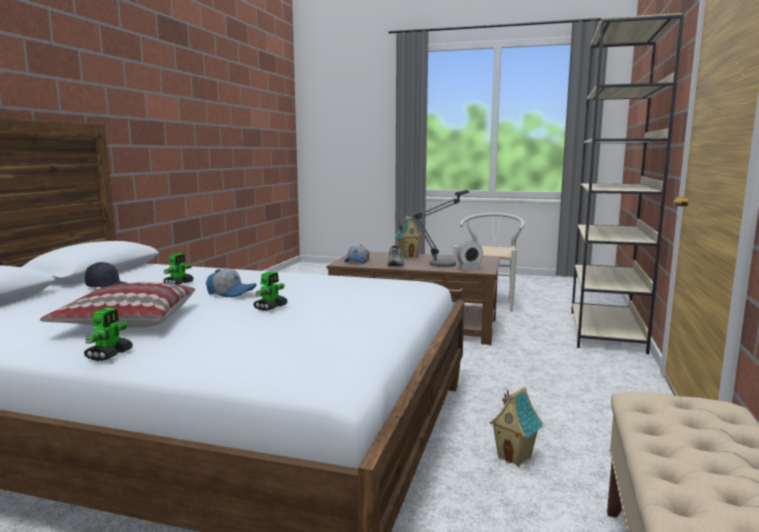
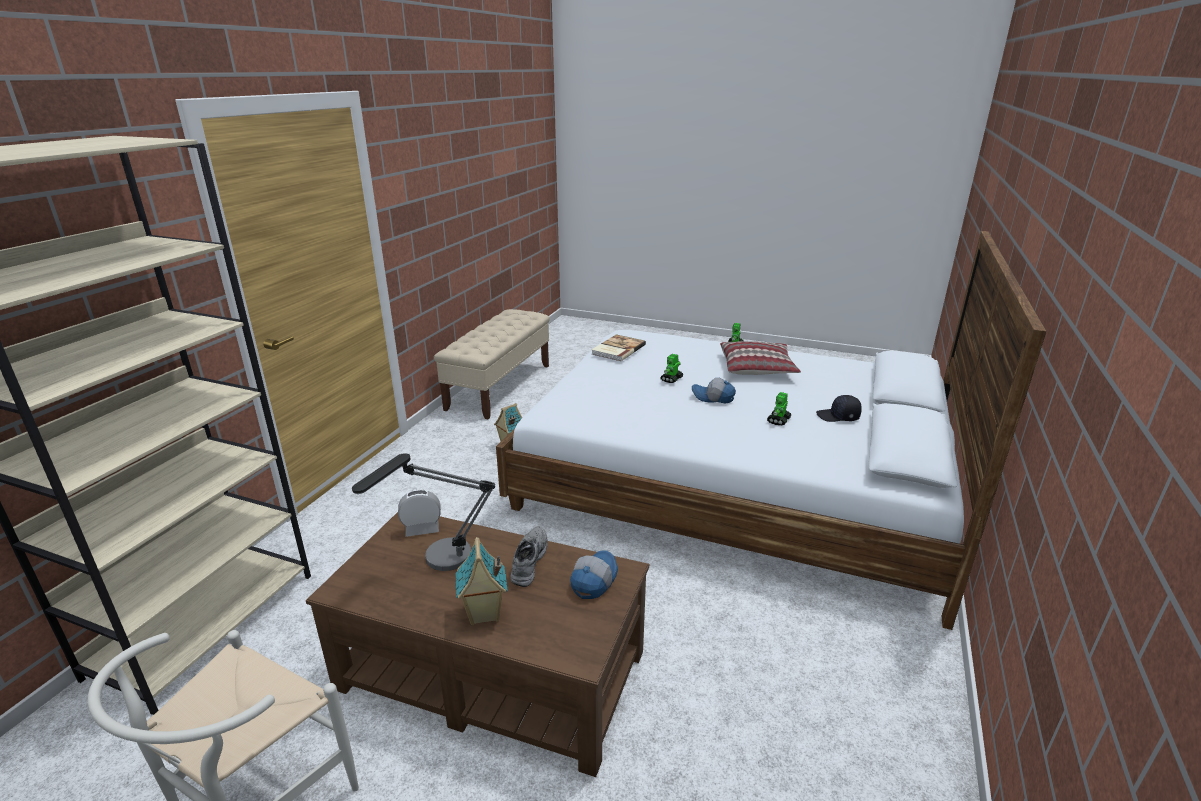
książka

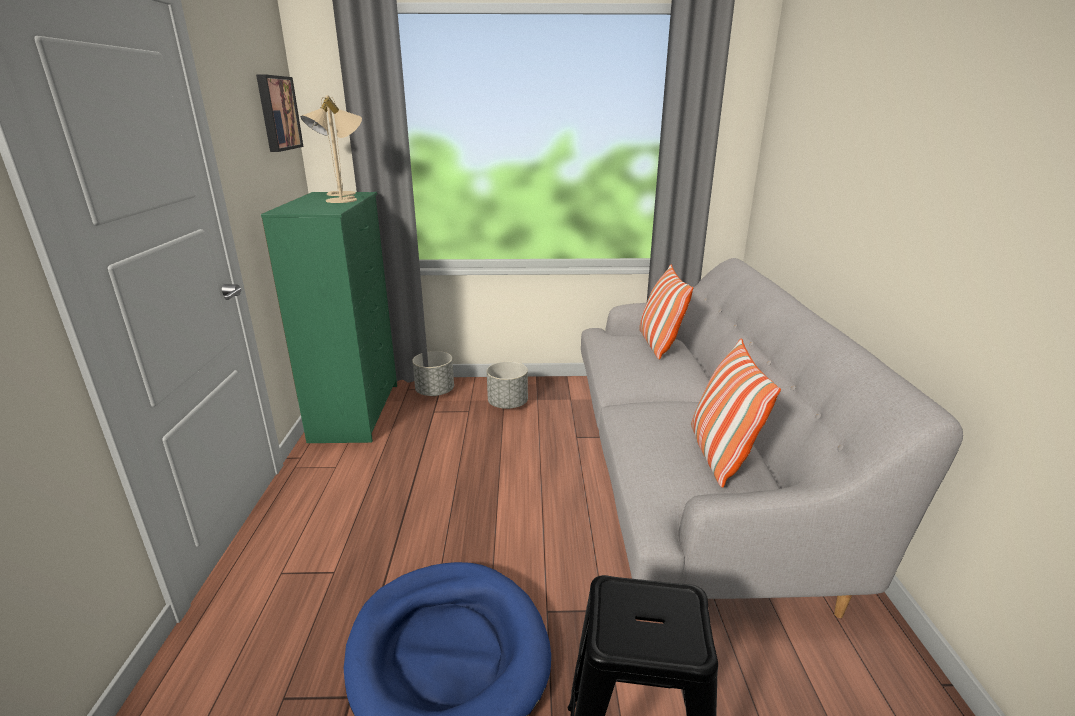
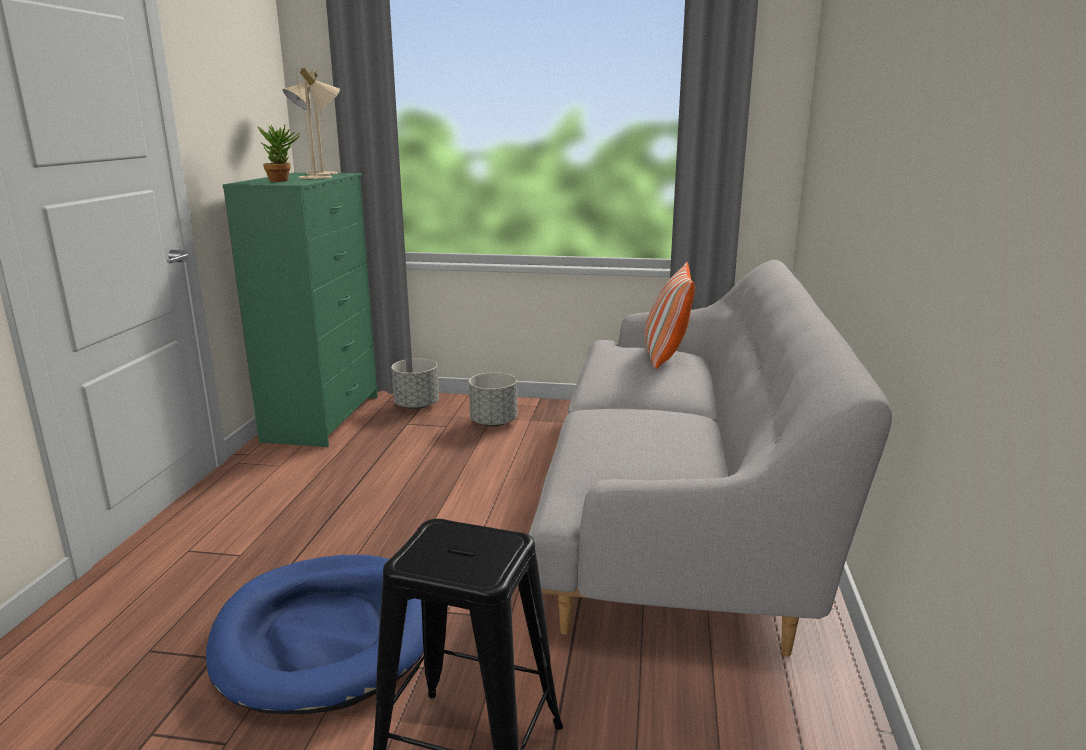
roślina doniczkowa
obraz
poduszka (no. 2 from left in the first image)

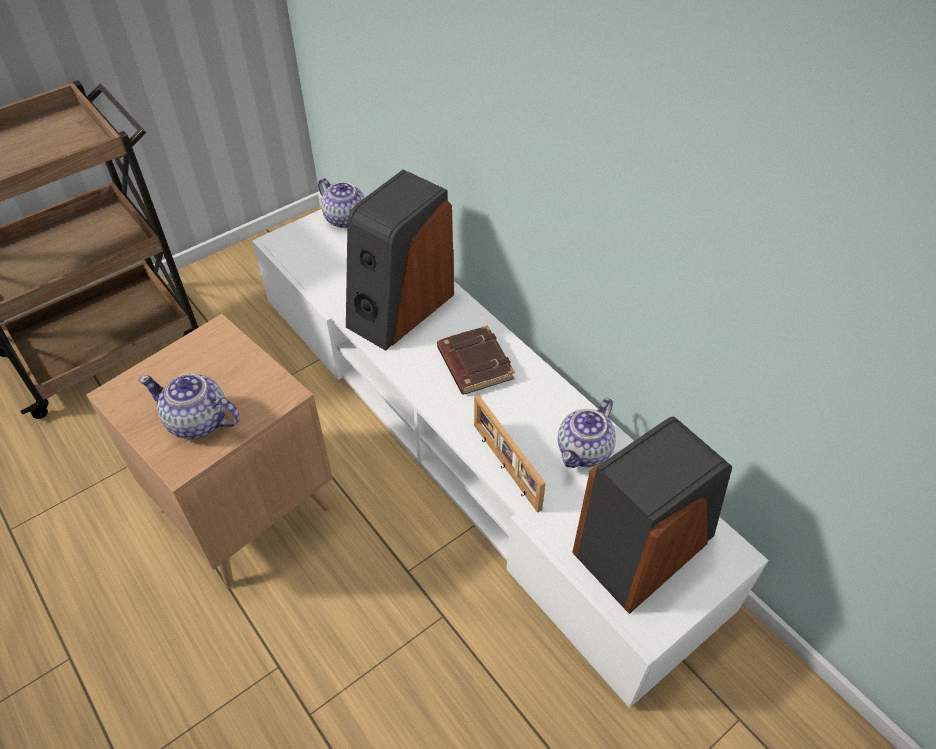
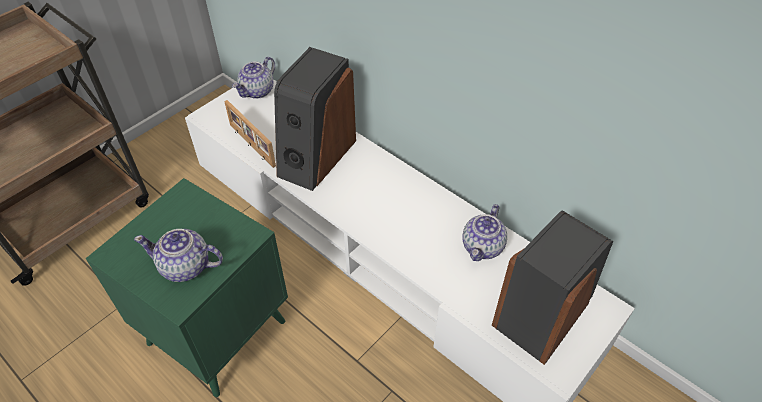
stolik/zielony
ramka na zdjęcie
imbryk (no. 2 from left)
książka/brązowy

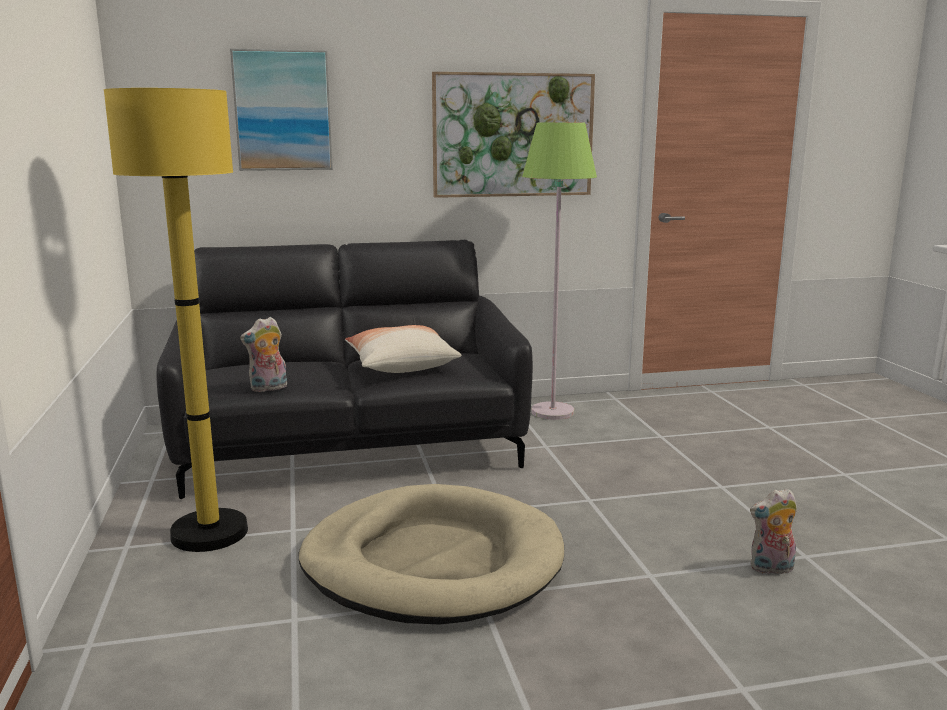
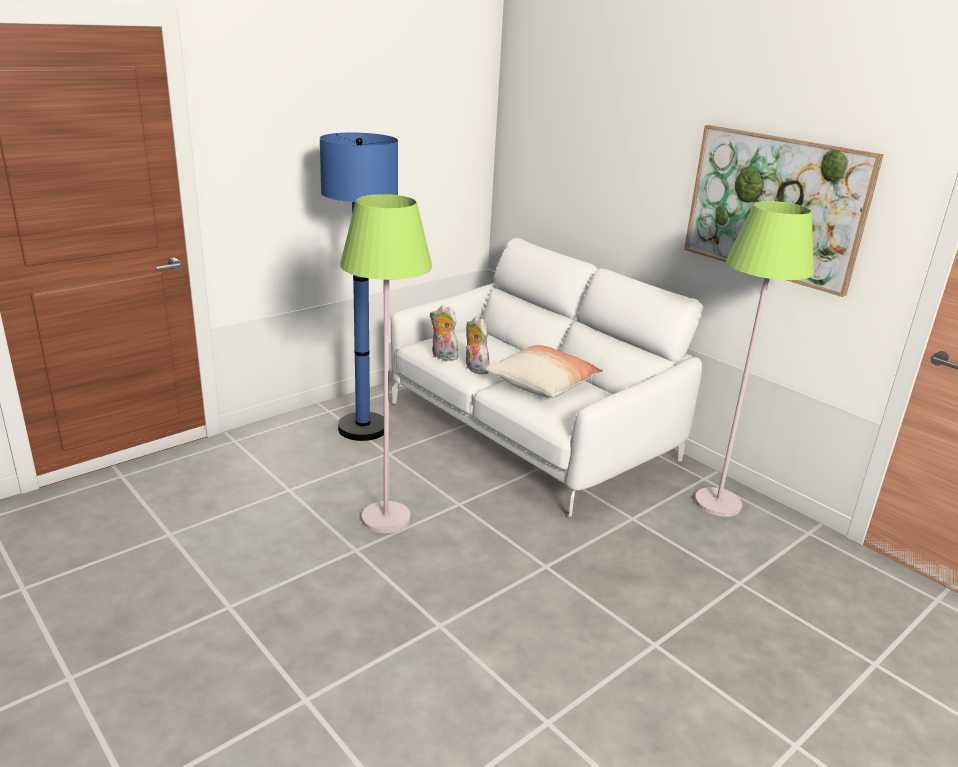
lampa stojąca/niebieski
lampa stojąca/zielony (no. 1 from left)
kanapa/biały
pluszak (no. 2 from left)
obraz (no. 1 from left in the first image)

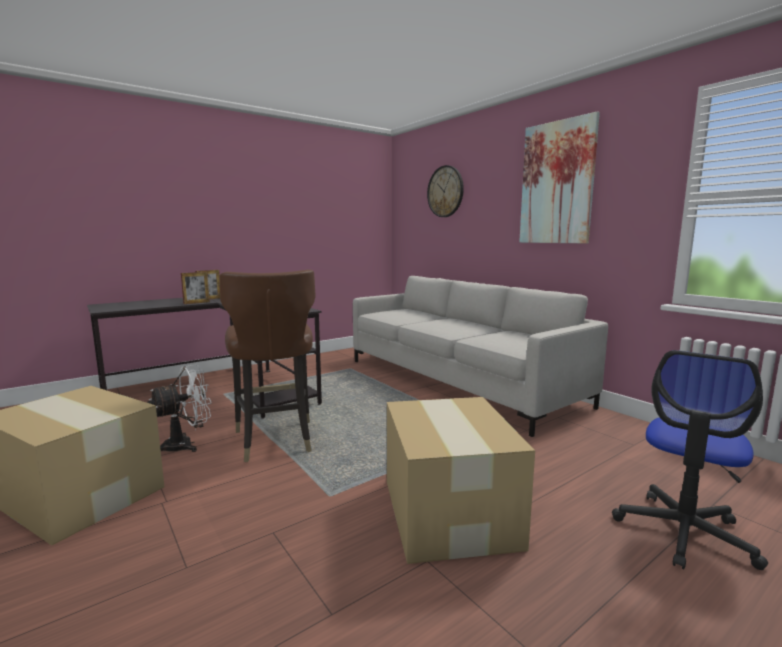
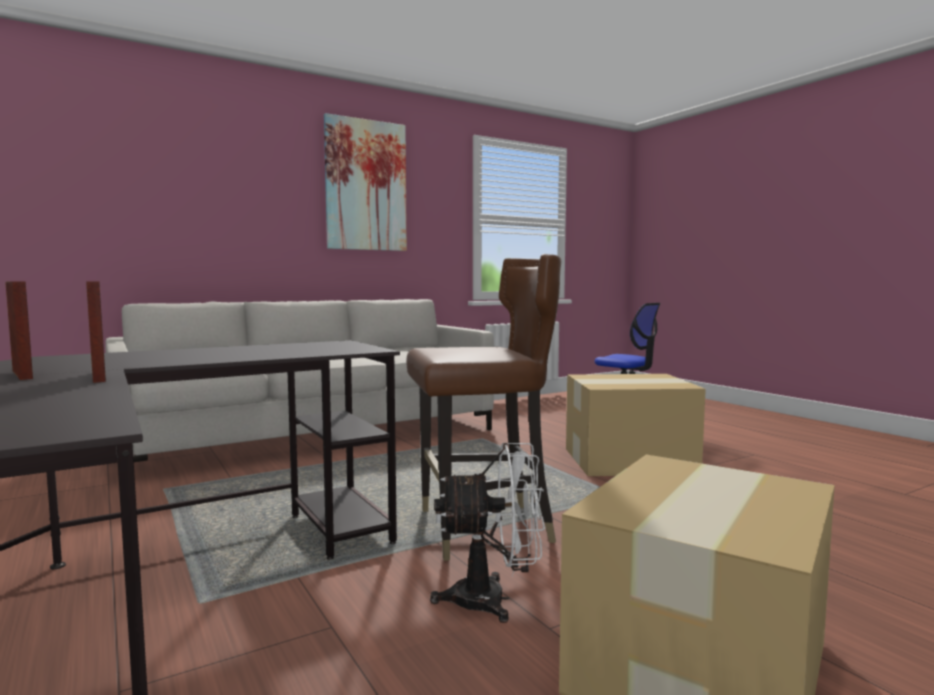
wentylator/biały
zegar ścienny

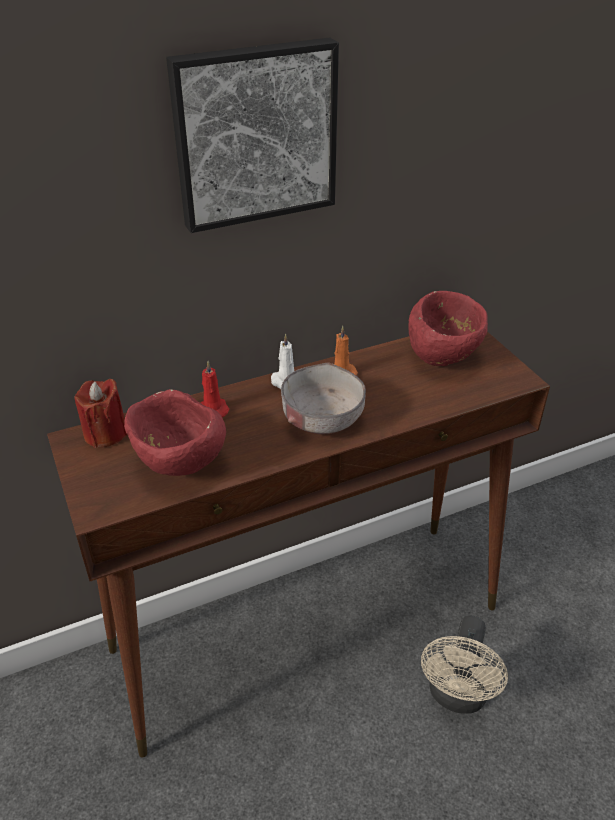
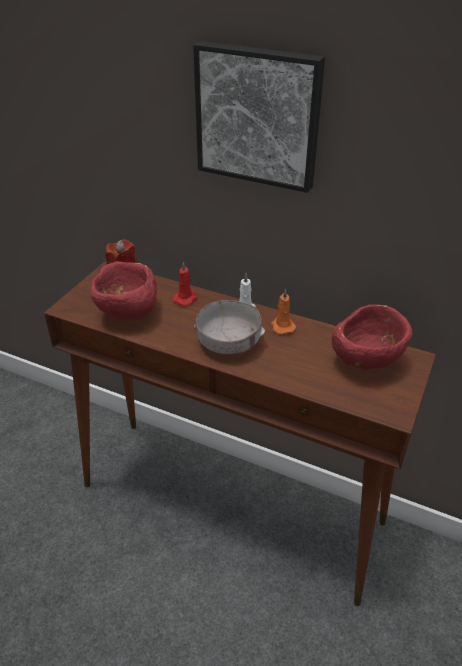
wentylator/beżowy

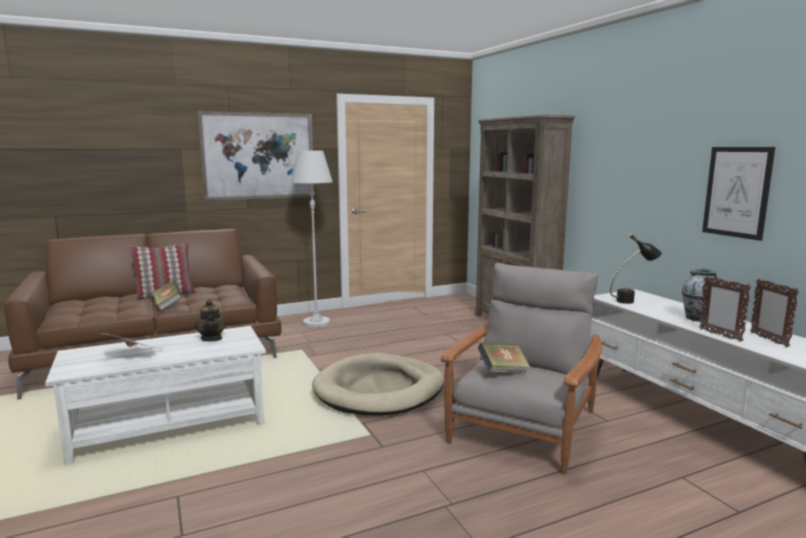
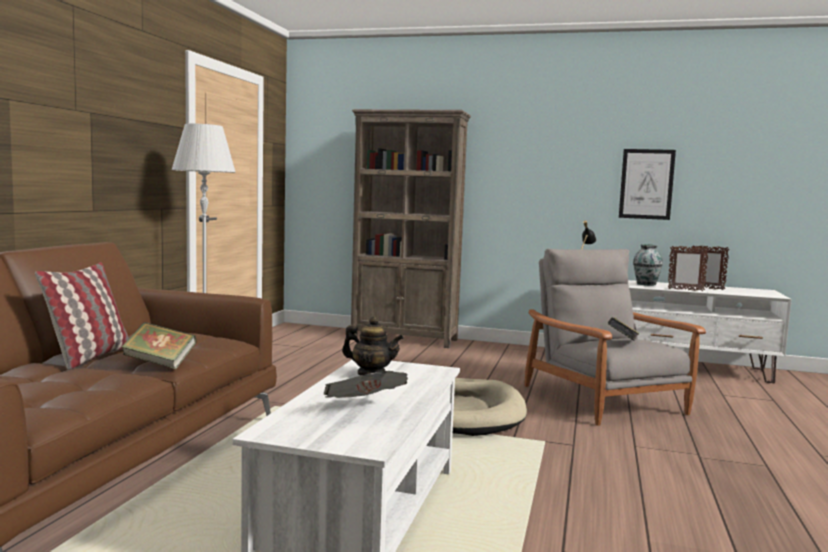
obraz (no. 1 from left in the first image)

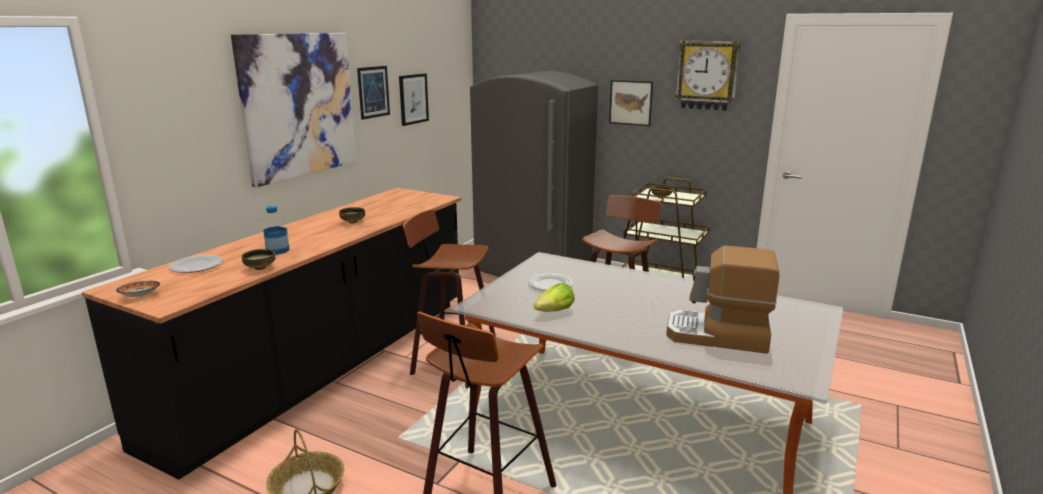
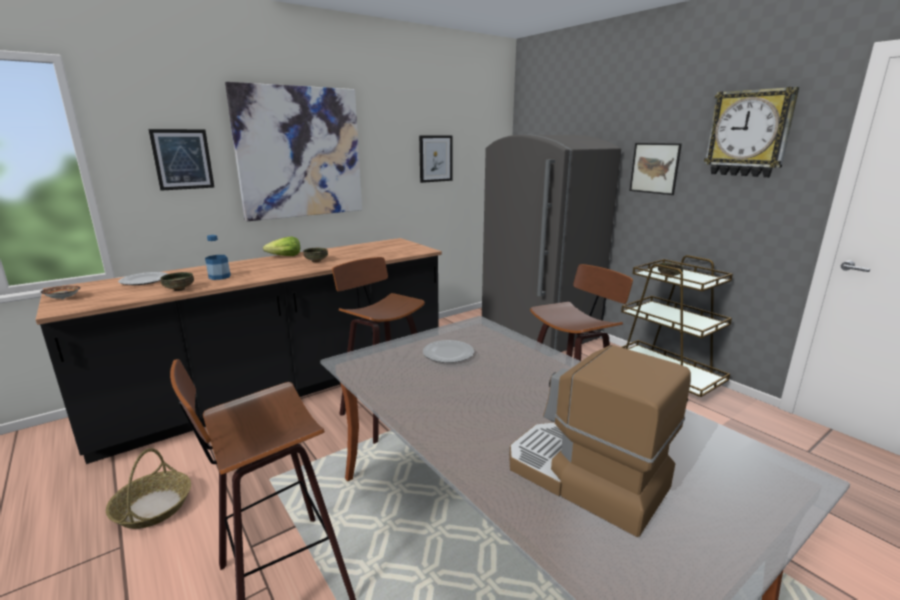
obraz (no. 1 from left)
sałata

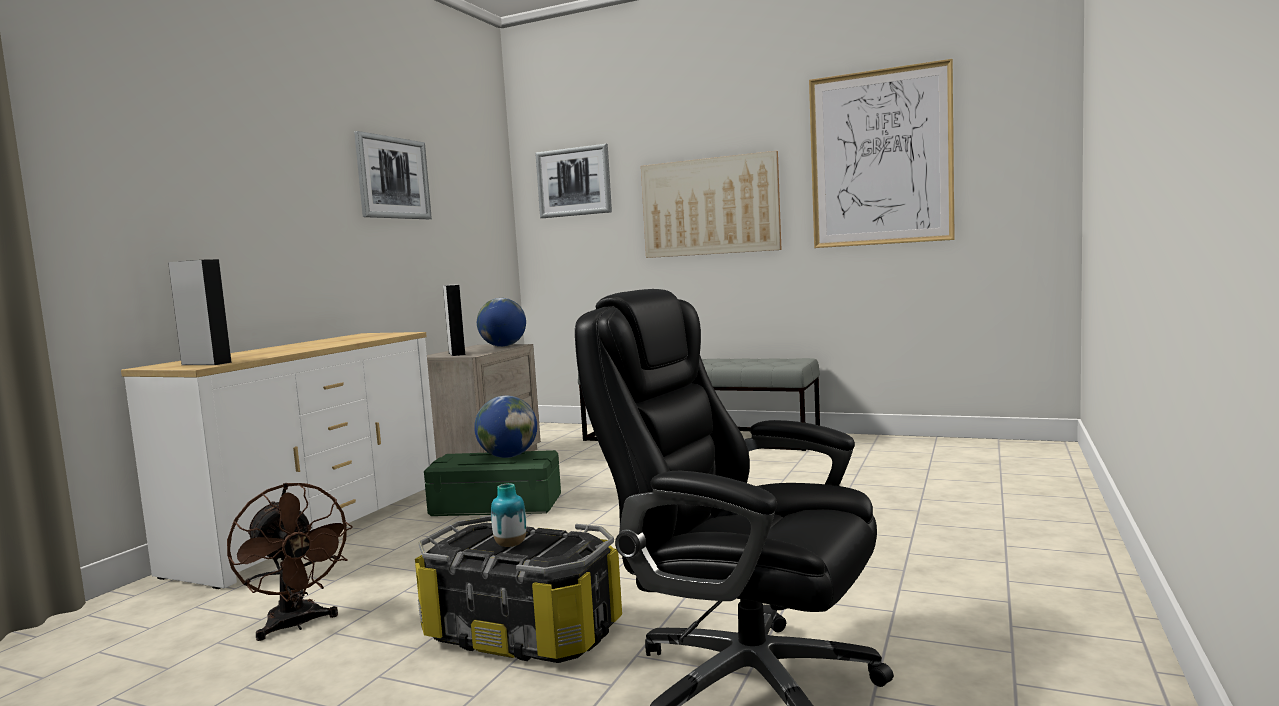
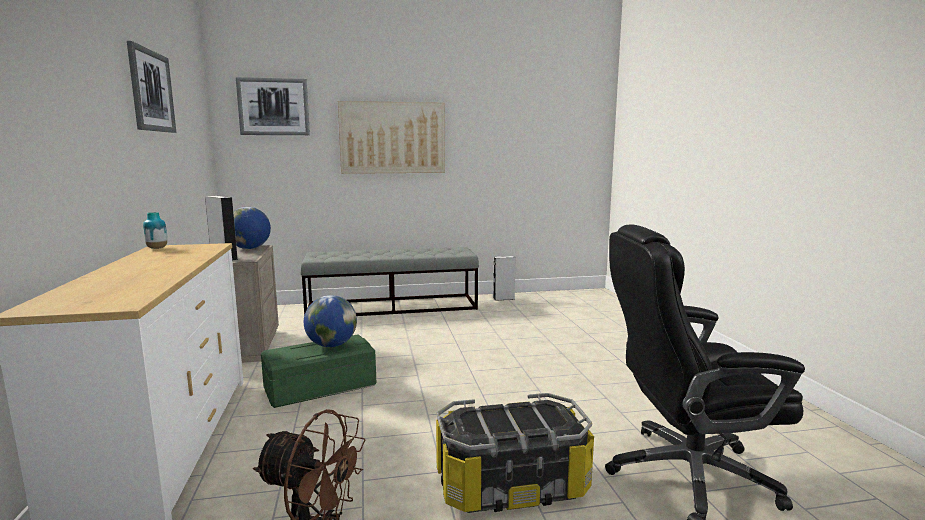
wazon
głośnik/szary (no. 2 from left)
obraz (no. 4 from left in the first image)

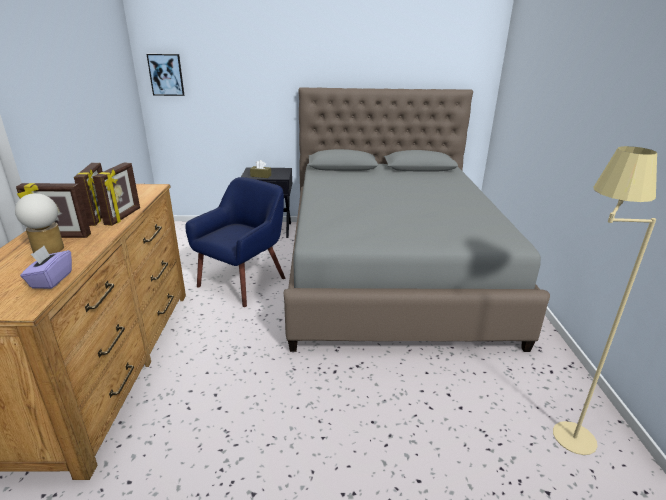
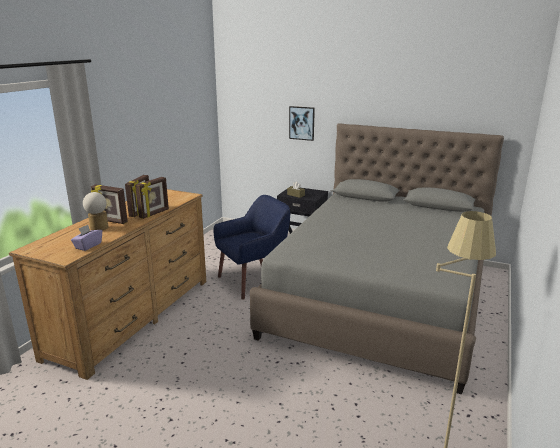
obraz

